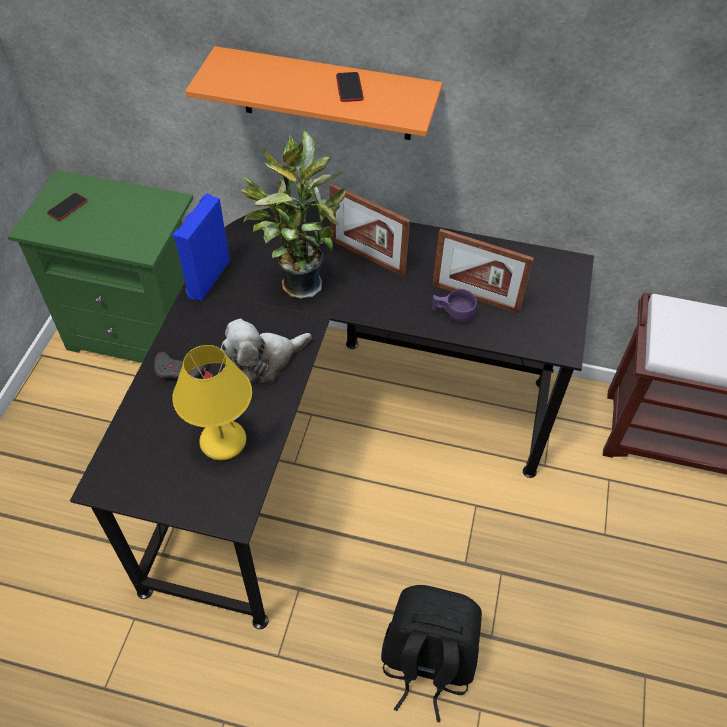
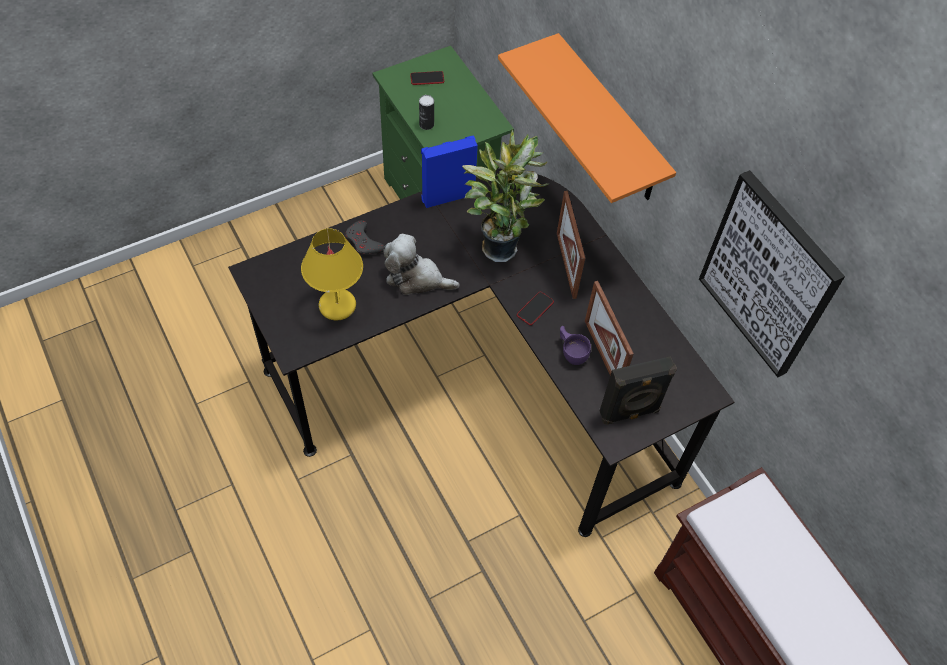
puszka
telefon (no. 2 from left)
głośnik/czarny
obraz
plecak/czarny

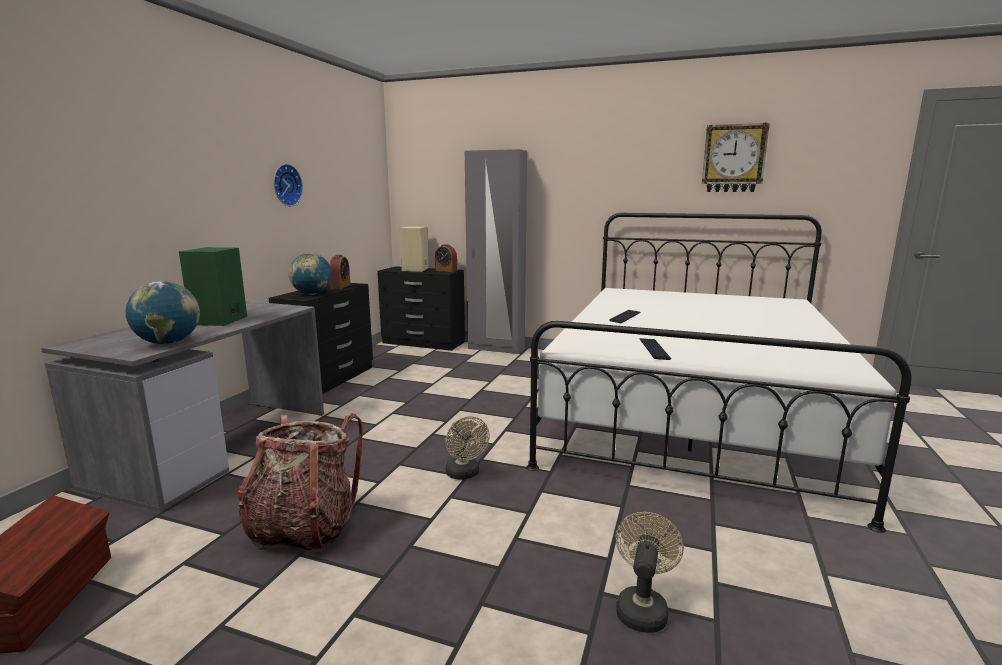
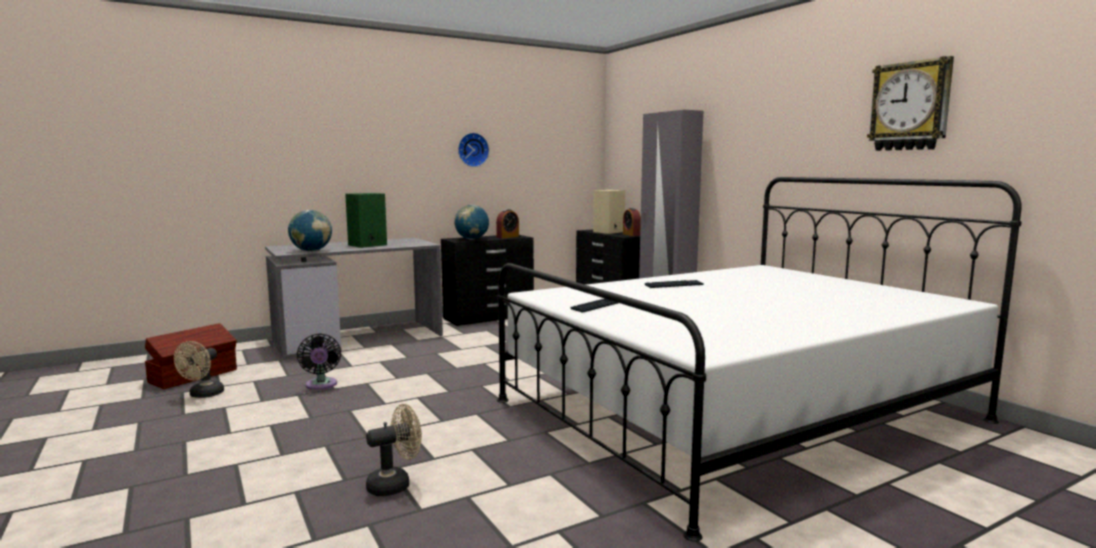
wentylator/beżowy (no. 1 from left)
wentylator/czarny

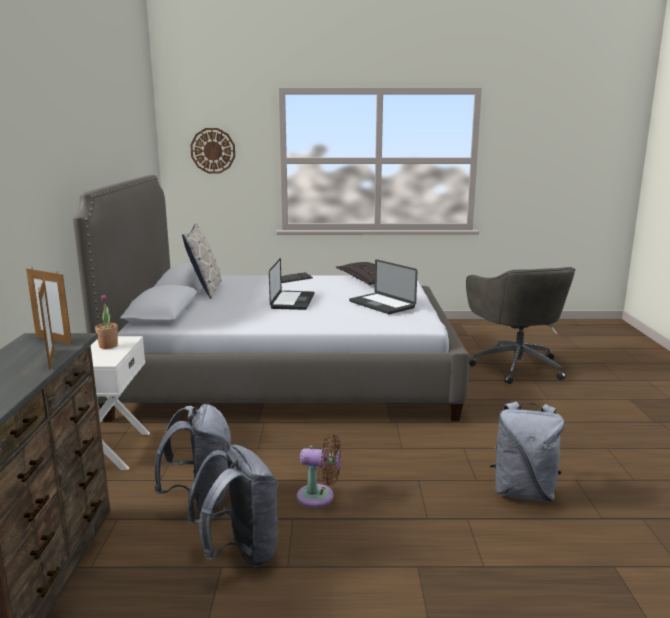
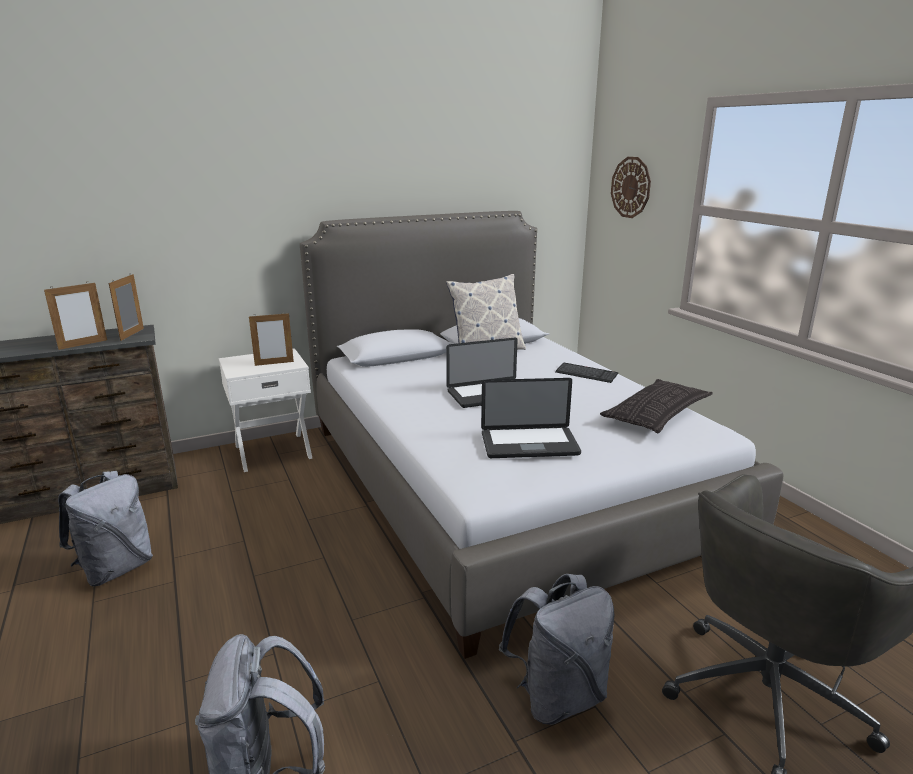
ramka na zdjęcie (no. 3 from left)
laptop (no. 2 from left)
plecak/szary (no. 3 from left)
wentylator/brązowy

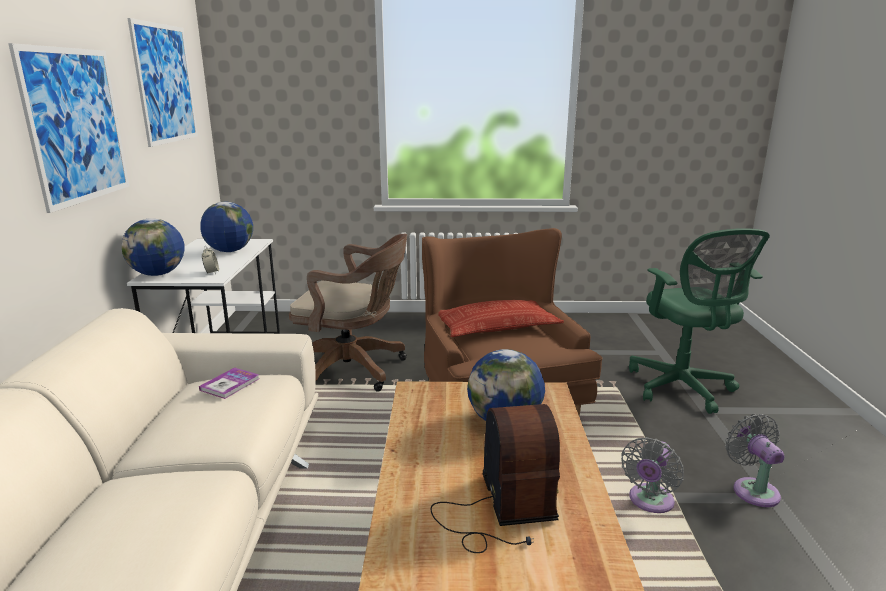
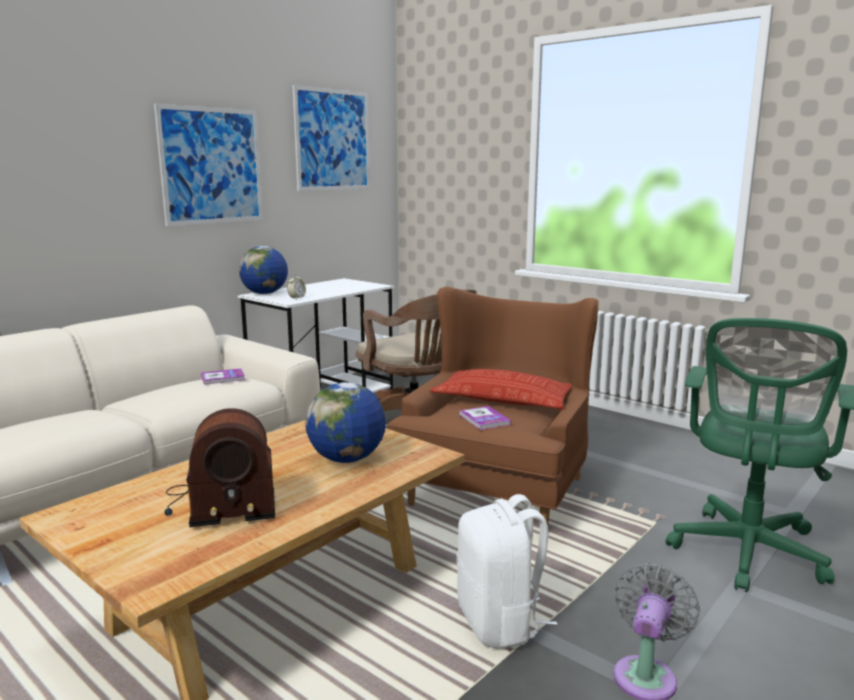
radio
plecak/biały
książka (no. 2 from left)
globus (no. 2 from left in the first image)

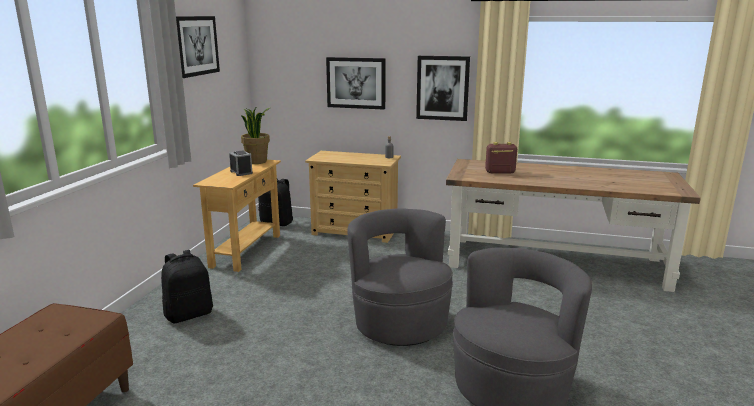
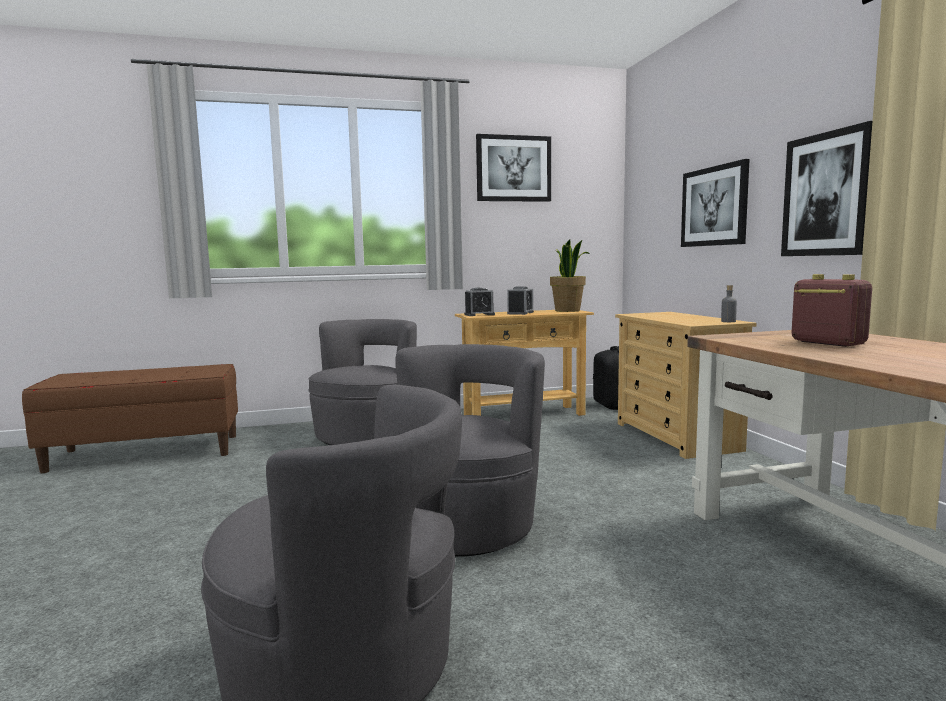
fotel/szary (no. 2 from left)
budzik (no. 1 from left)

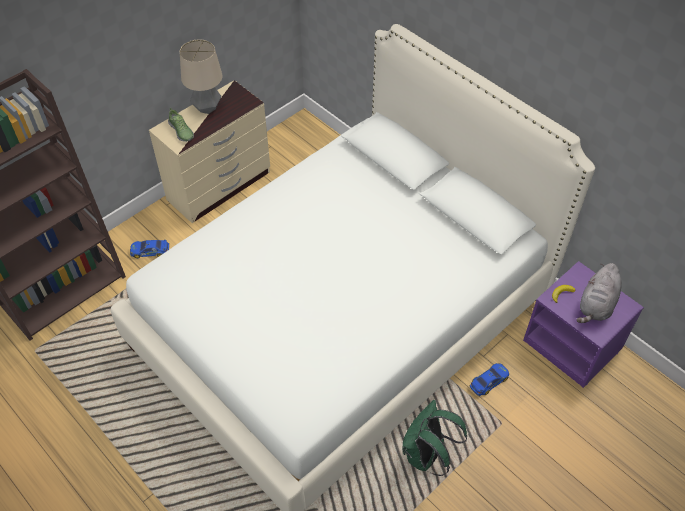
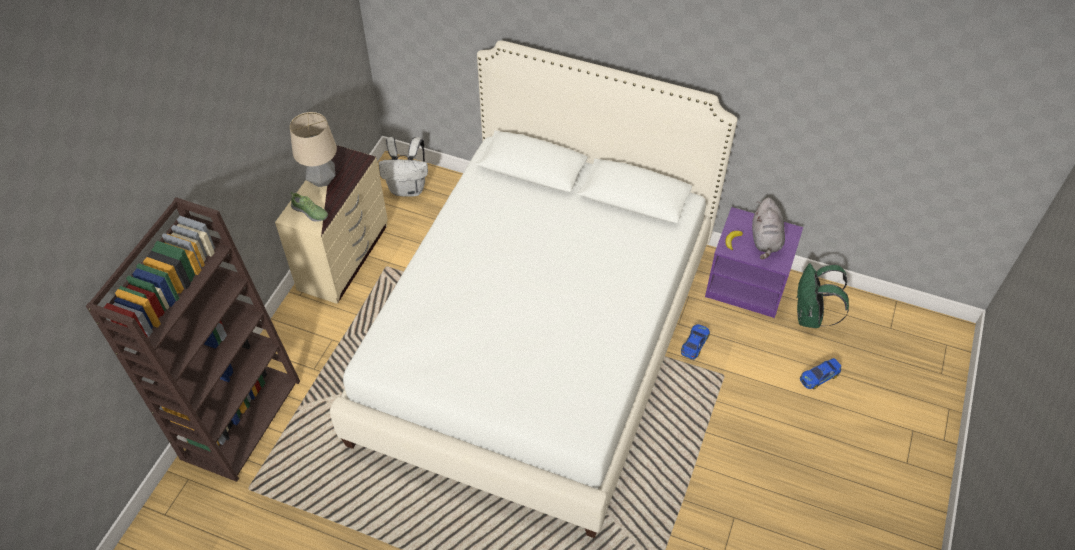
plecak/biały
plecak/zielony
samochodzik (no. 2 from left)

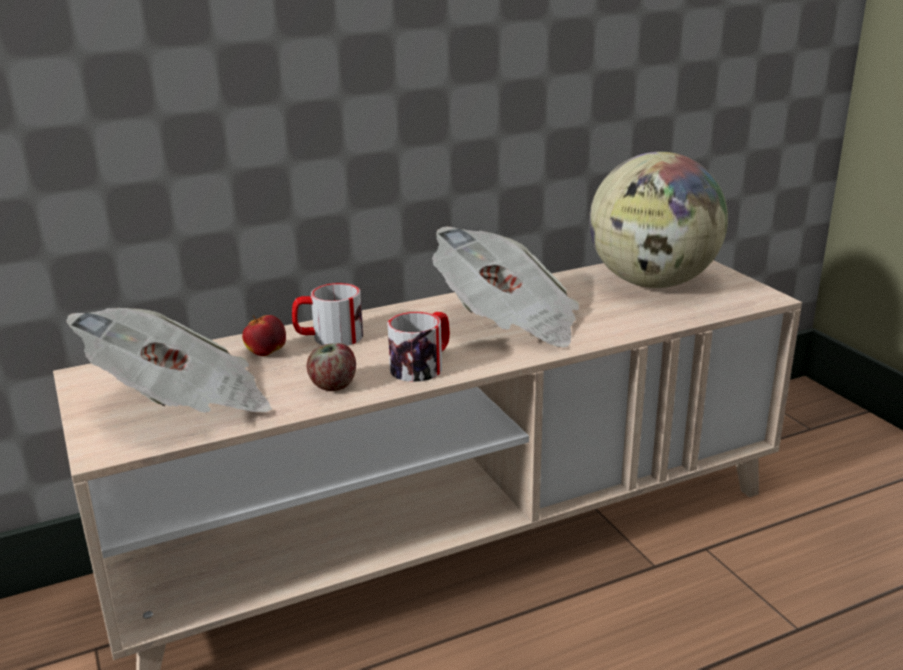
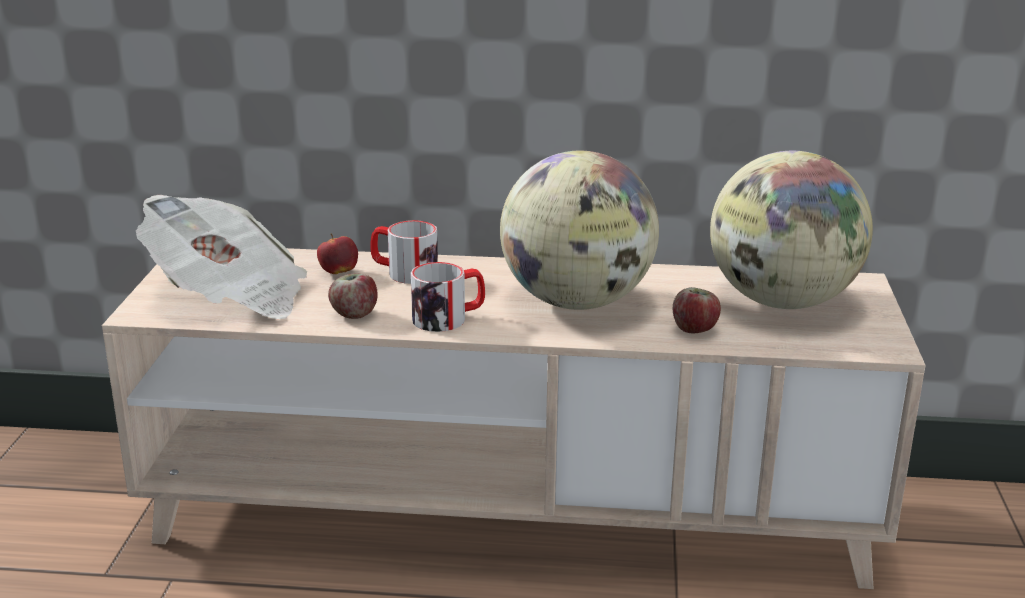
globus (no. 1 from left)
jabłko (no. 3 from left)

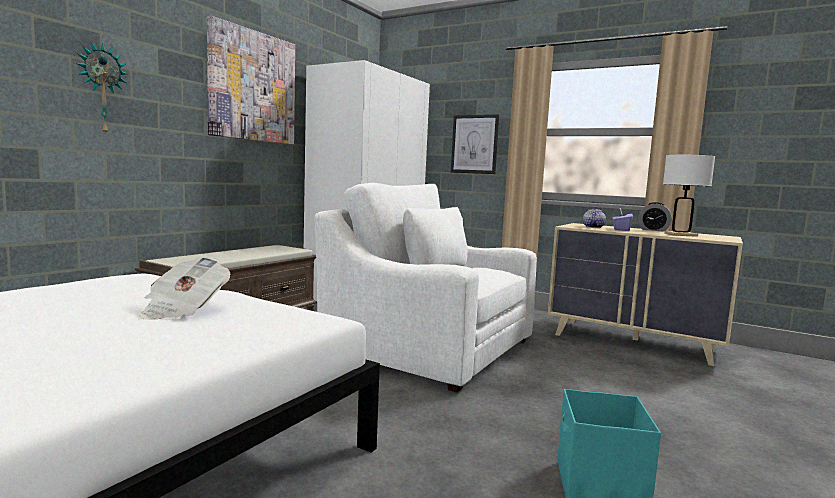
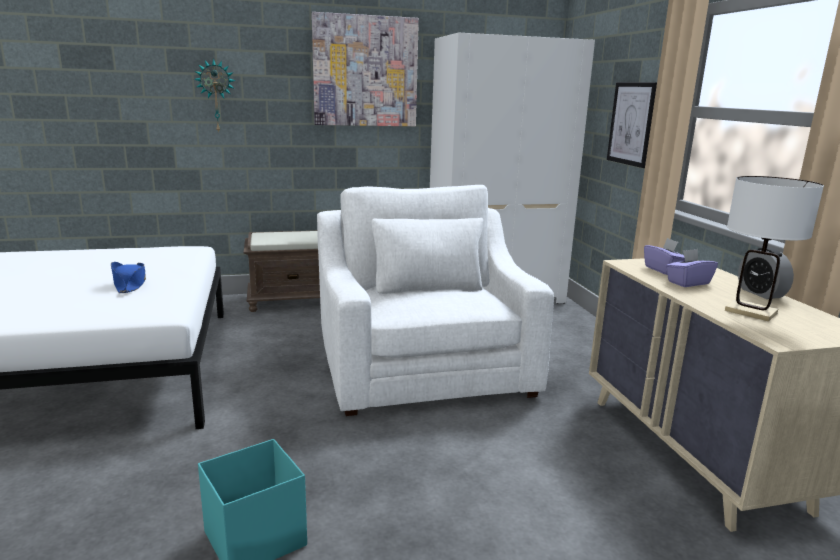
kapelusz/niebieski
pudełko chusteczek/fioletowy (no. 1 from left)

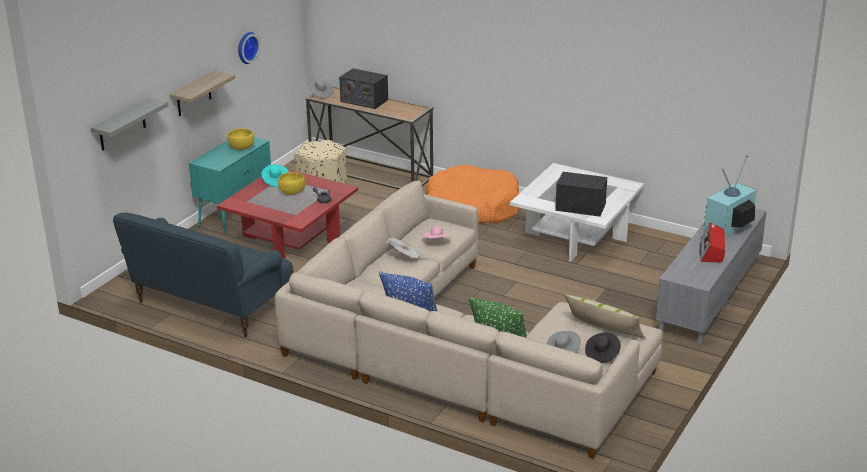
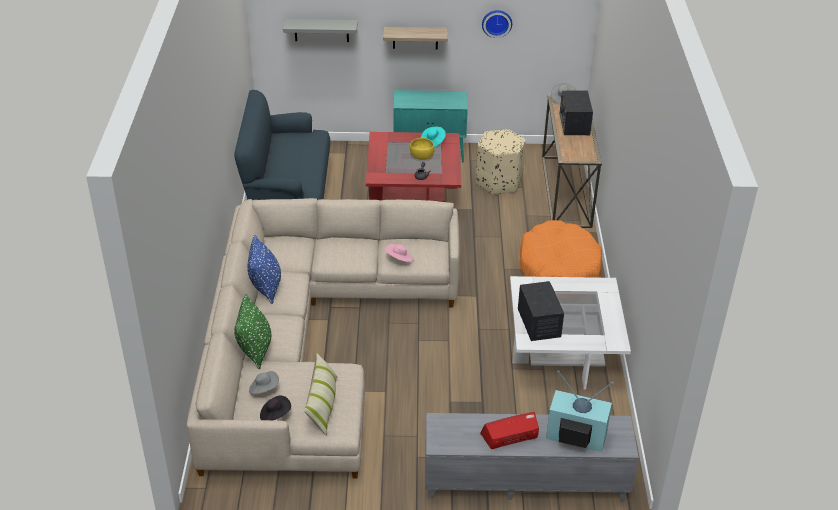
miska/żółty (no. 1 from left in the first image)
gazeta

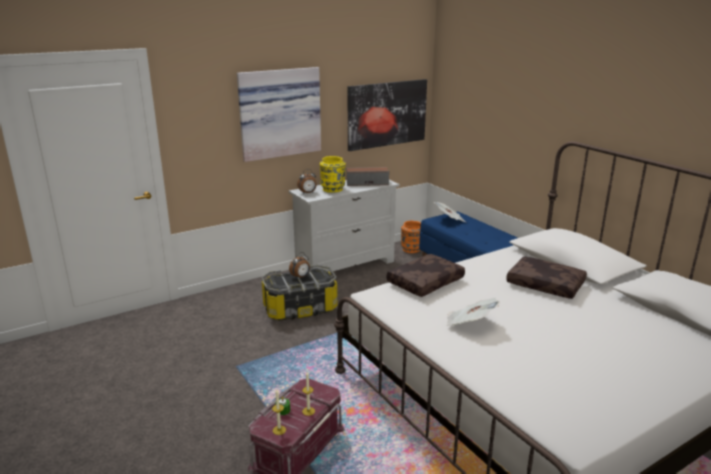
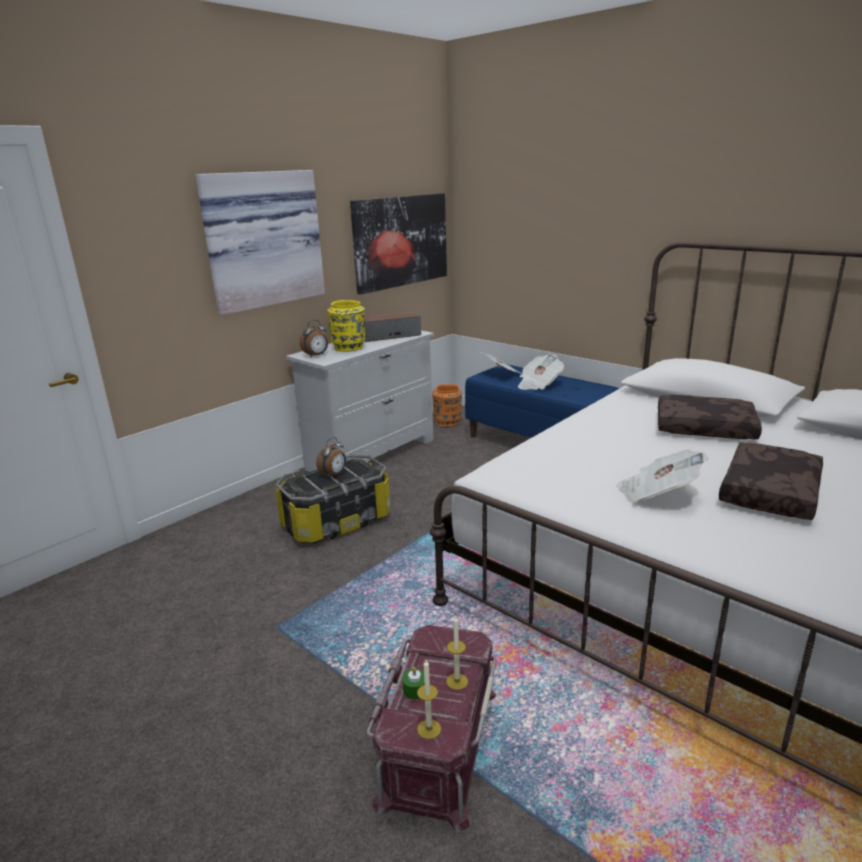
gazeta (no. 2 from left)
poduszka/brązowy (no. 2 from left)

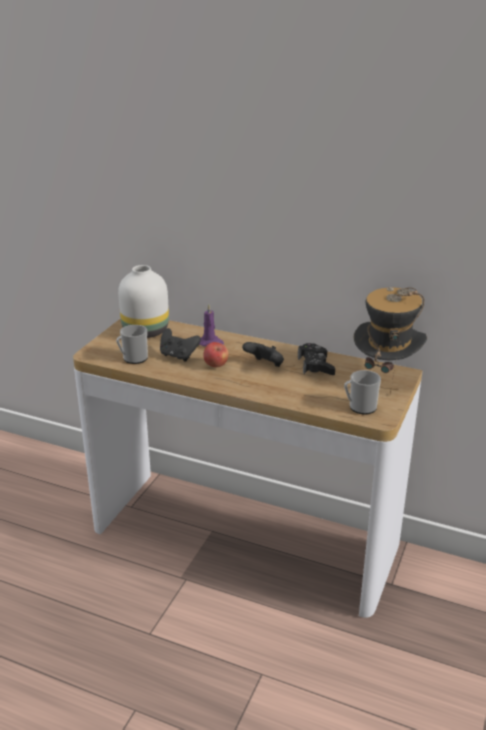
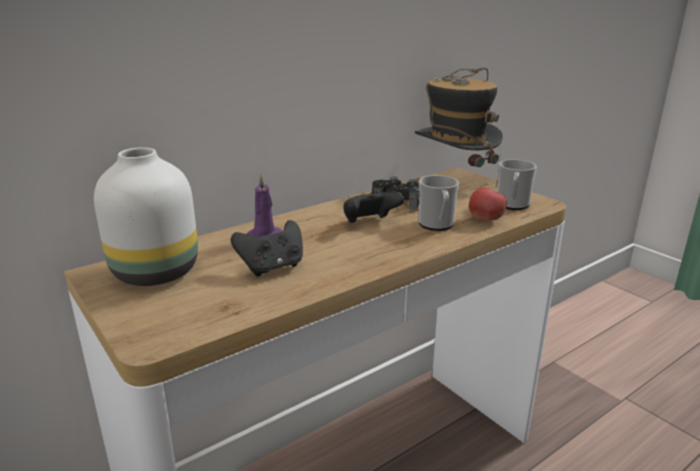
kubek (no. 1 from left)
jabłko

